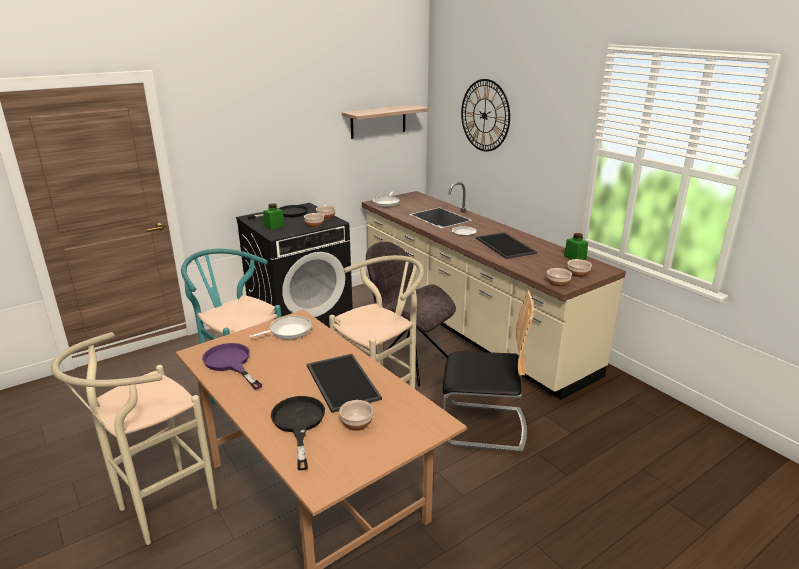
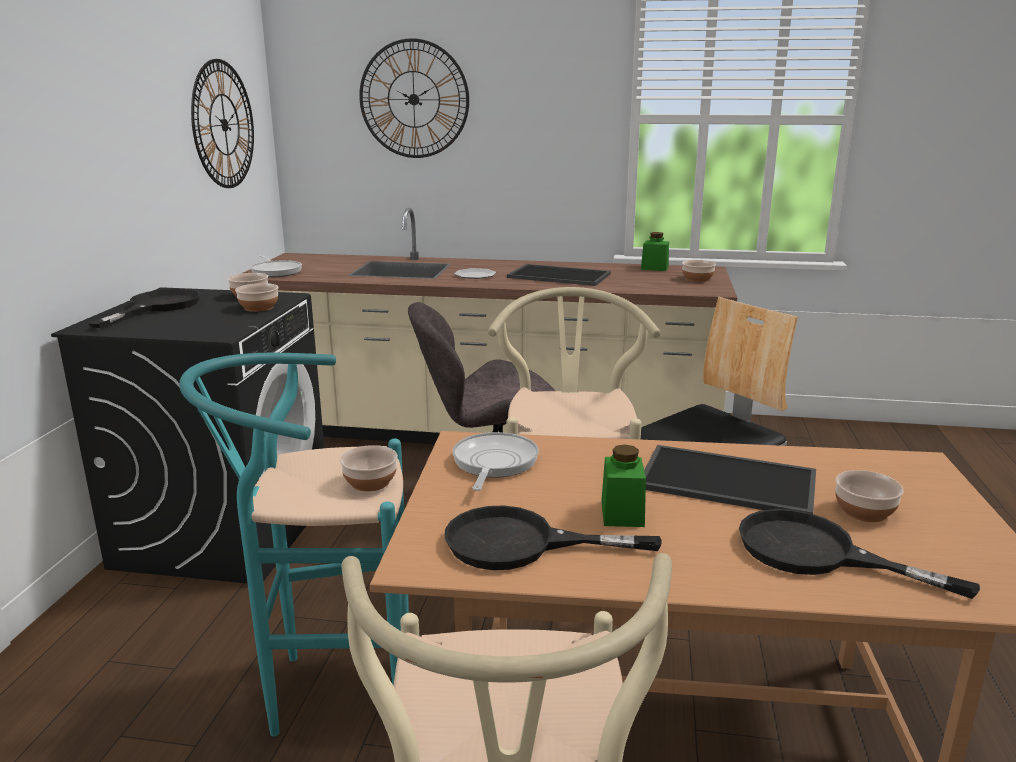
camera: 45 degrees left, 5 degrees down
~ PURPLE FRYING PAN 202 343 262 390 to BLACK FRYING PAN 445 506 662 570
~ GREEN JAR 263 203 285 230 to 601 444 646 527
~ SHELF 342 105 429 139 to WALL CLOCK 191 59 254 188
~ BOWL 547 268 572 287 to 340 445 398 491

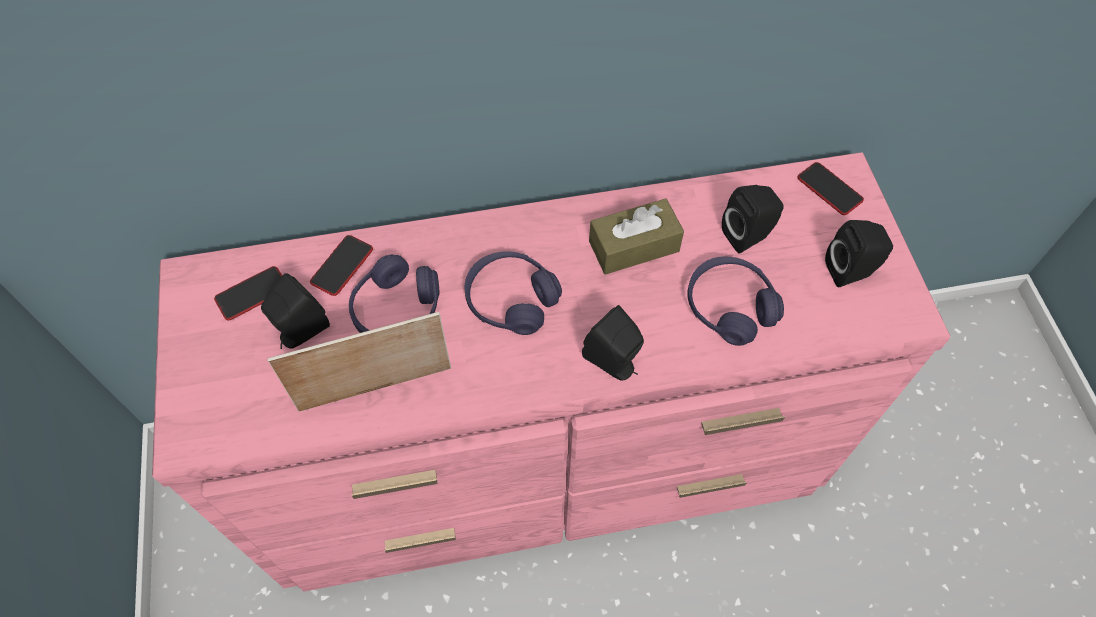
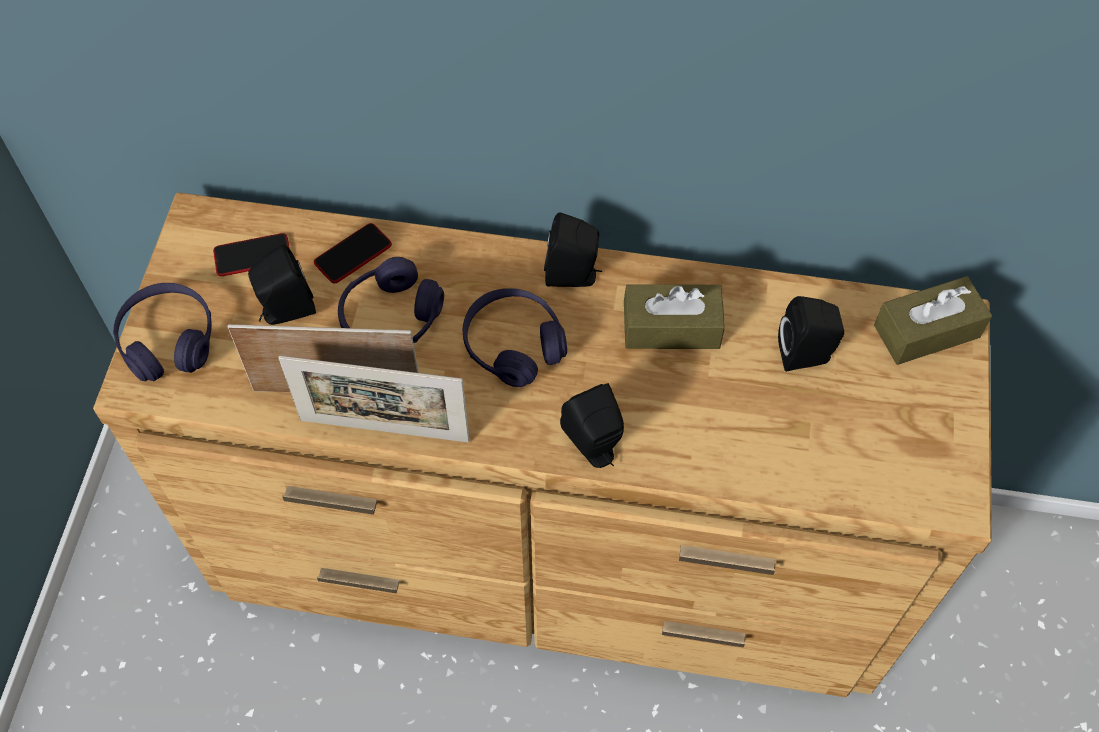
camera: 20 degrees right, 0 degrees up
~ PINK DRESSER 152 152 950 591 to BROWN DRESSER 93 193 992 697
~ PURPLE HEADPHONES 687 257 784 346 to 113 283 212 381
~ PHONE 798 162 864 215 to BROWN TISSUE BOX 874 276 992 365
~ BLACK SPEAKER 825 220 893 287 to 544 212 602 287
+ PICTURE FRAME 278 356 470 442

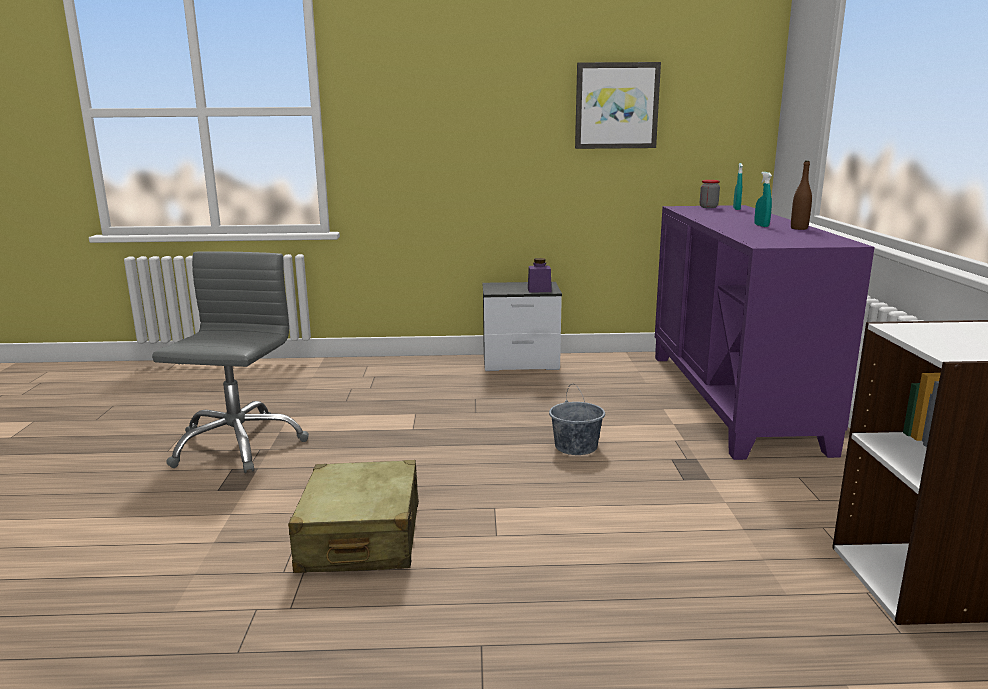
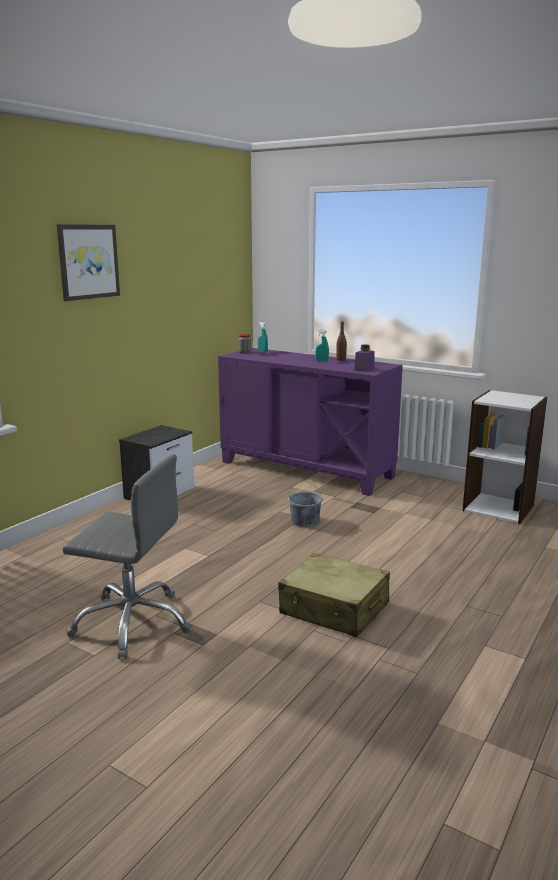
camera: 55 degrees left, 0 degrees up
~ GREY OFFICE CHAIR 152 251 309 473 = 63 454 191 659 150 degrees clockwise
~ PURPLE JAR 528 258 552 293 to 354 344 375 372
~ PICTURE 575 62 661 149 to 56 224 120 301

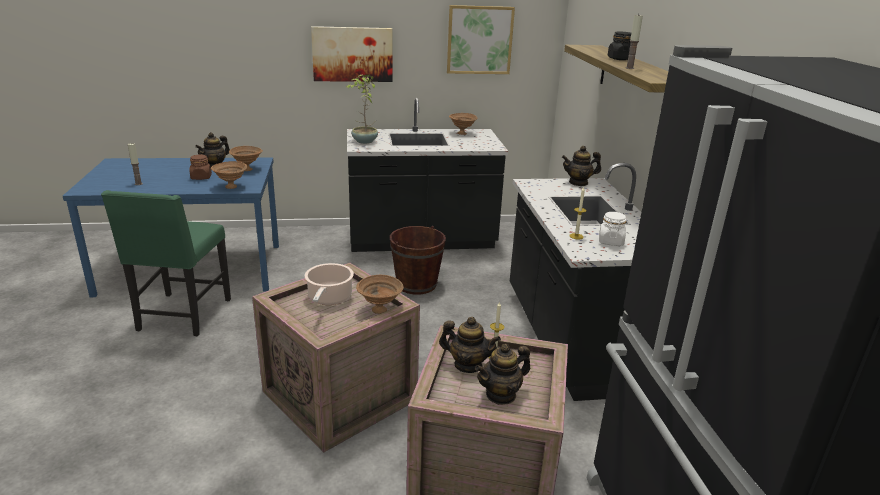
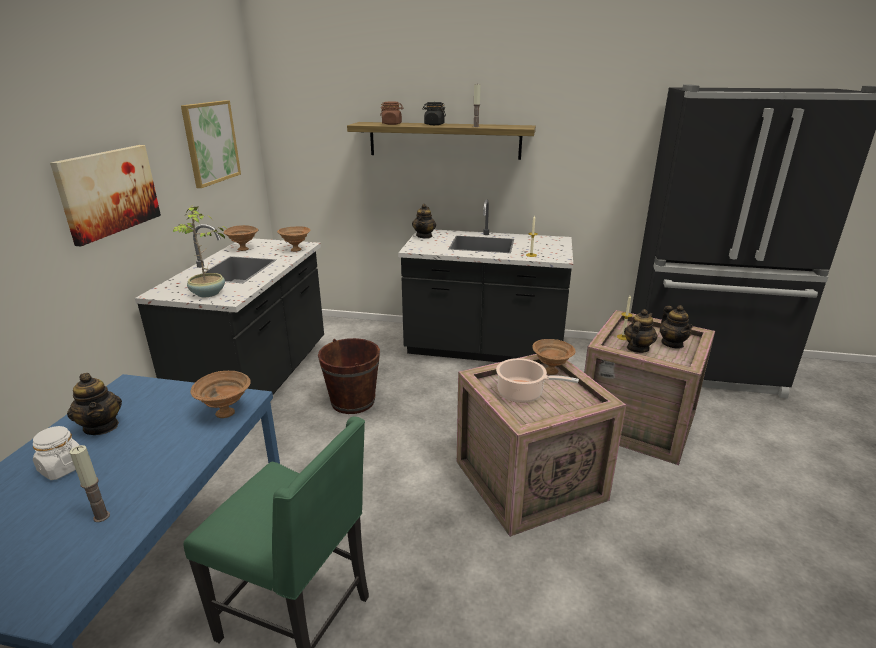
camera: 70 degrees left, 0 degrees up
~ BROWN JAR 190 154 212 180 to 380 102 403 125
~ BROWN BOWL 229 146 263 171 to 277 226 310 252
~ WHITE JAR 599 212 627 246 to 33 426 79 480

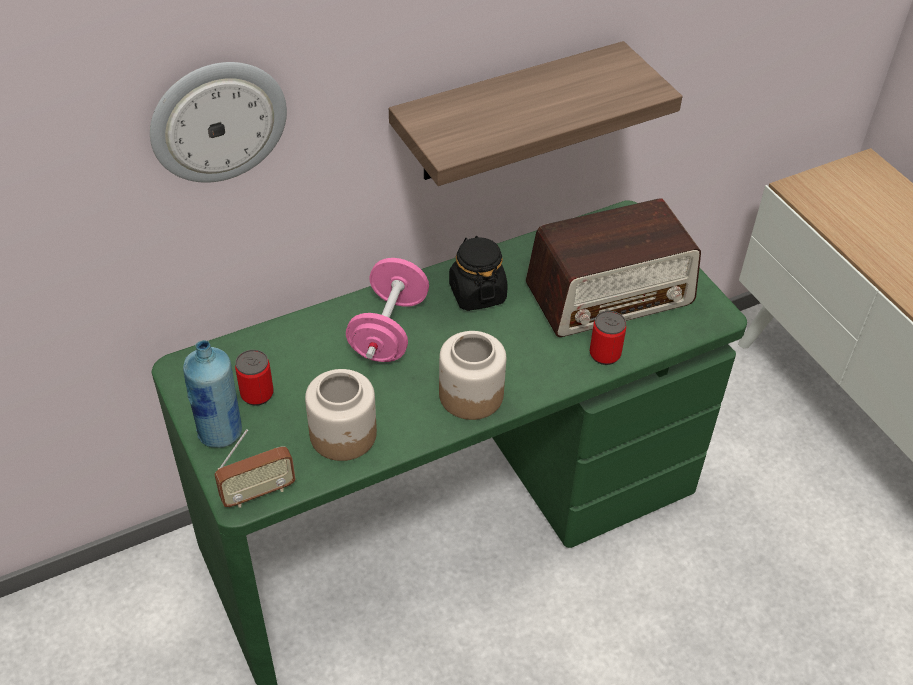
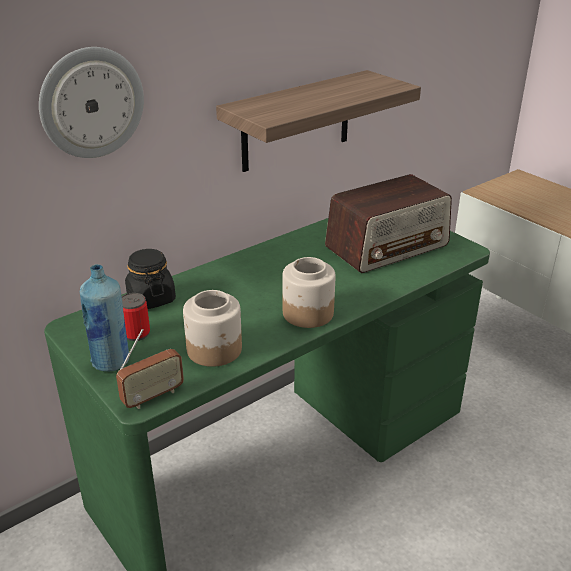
camera: 10 degrees left, 15 degrees down
- PINK DUMBBELL 346 258 429 362
~ BLACK JAR 449 236 508 311 to 125 249 176 309
- CAN 590 311 626 365

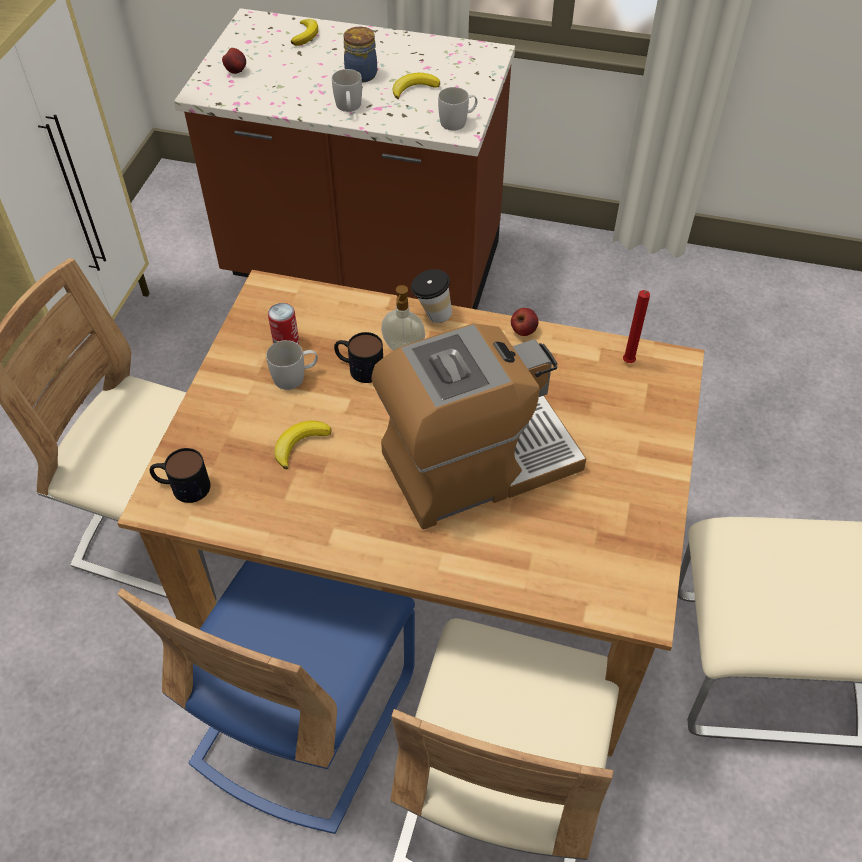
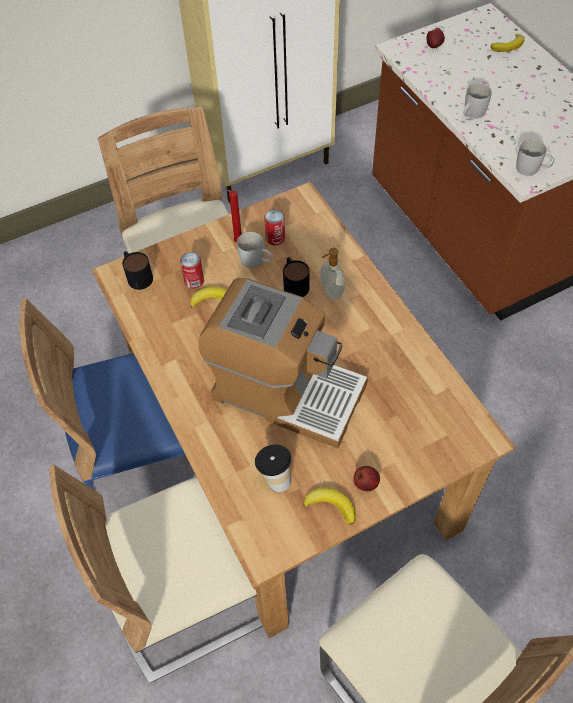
camera: 50 degrees right, 5 degrees up
- JAR 344 27 377 83
~ BANANA 393 73 440 99 to 303 488 356 525
~ CUP 411 269 452 323 to 255 445 291 492
~ APPLE 511 308 538 336 to 353 466 380 491
~ RED CANDLE 623 290 650 363 to 224 189 242 243
+ CAN 180 252 204 289

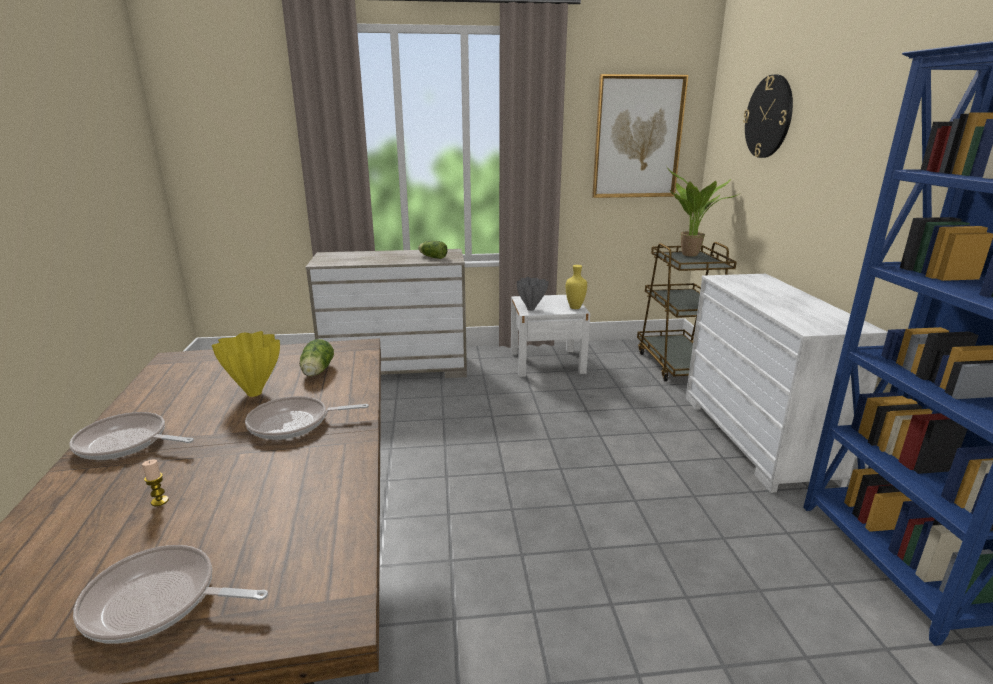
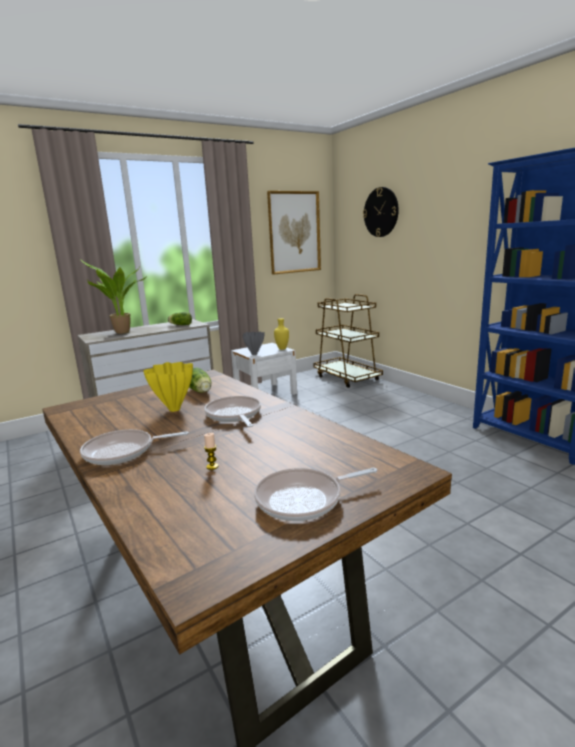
camera: 25 degrees left, 5 degrees down
~ FRYING PAN 245 396 369 440 = 204 396 261 427 105 degrees clockwise
~ POTTED PLANT 667 167 739 257 to 80 259 147 334
- WHITE DRESSER 686 274 888 493

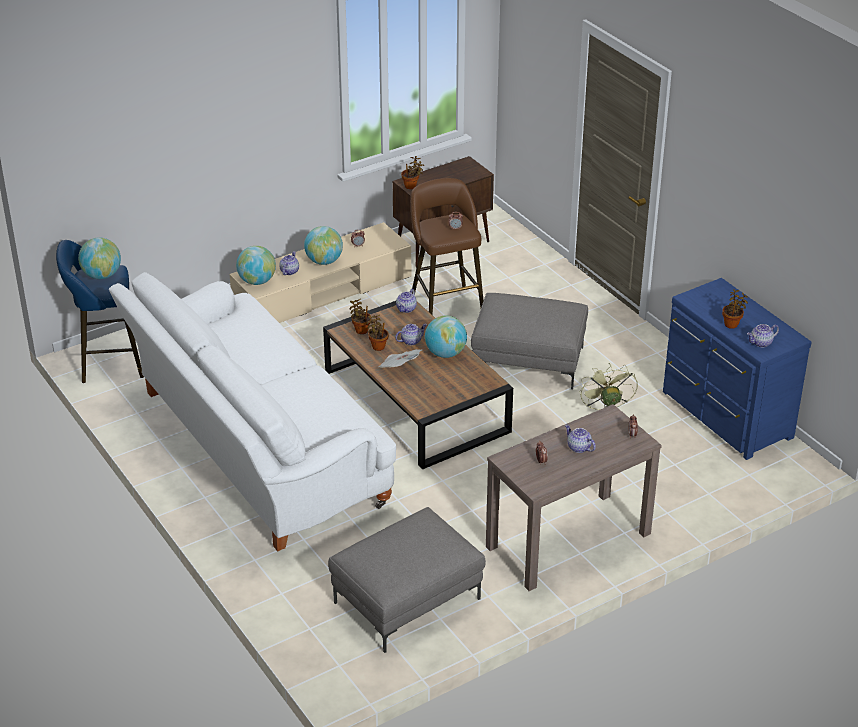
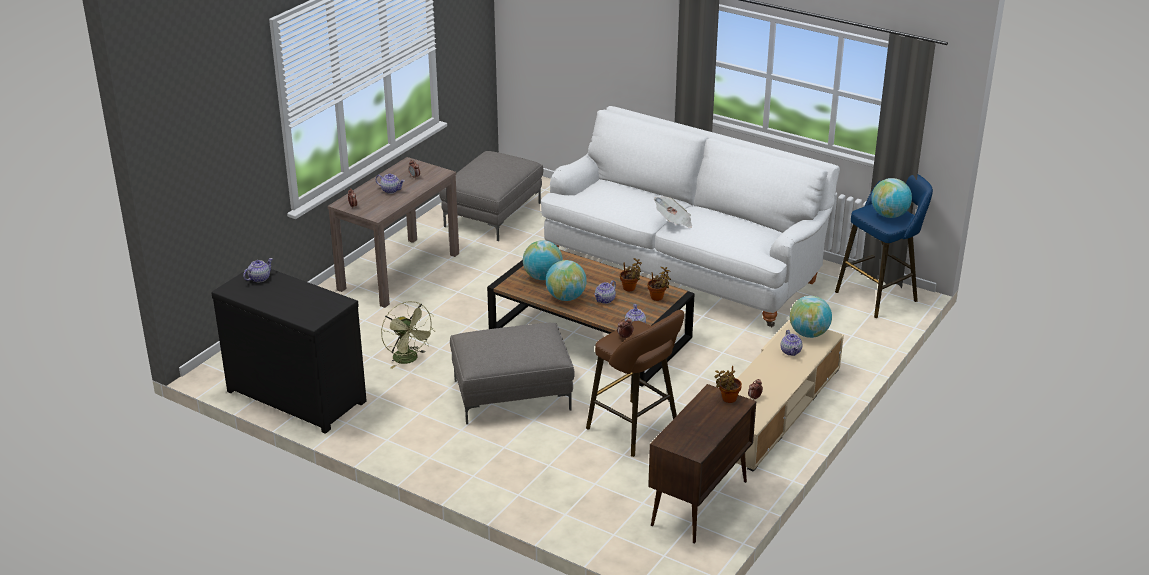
camera: 155 degrees right, 5 degrees down
~ GLOBE 304 226 343 265 to 523 240 563 280
~ NEWSPAPER 378 349 422 368 to 654 196 692 228
~ BLUE DRESSER 663 278 812 460 to BLACK DRESSER 211 269 367 434
- POTTED PLANT 722 289 749 329

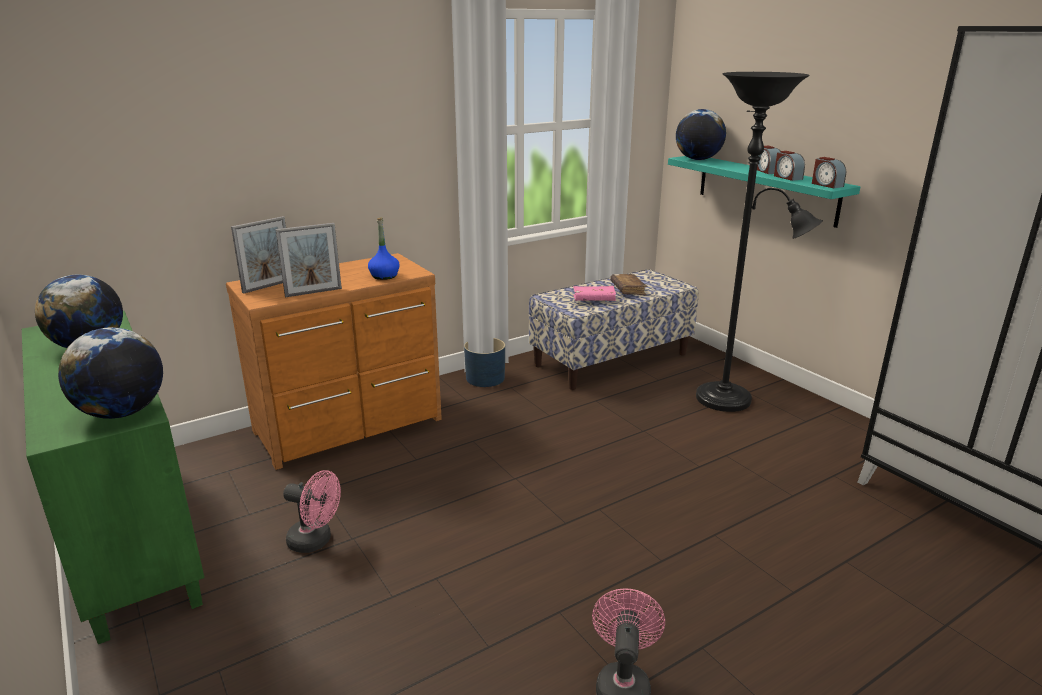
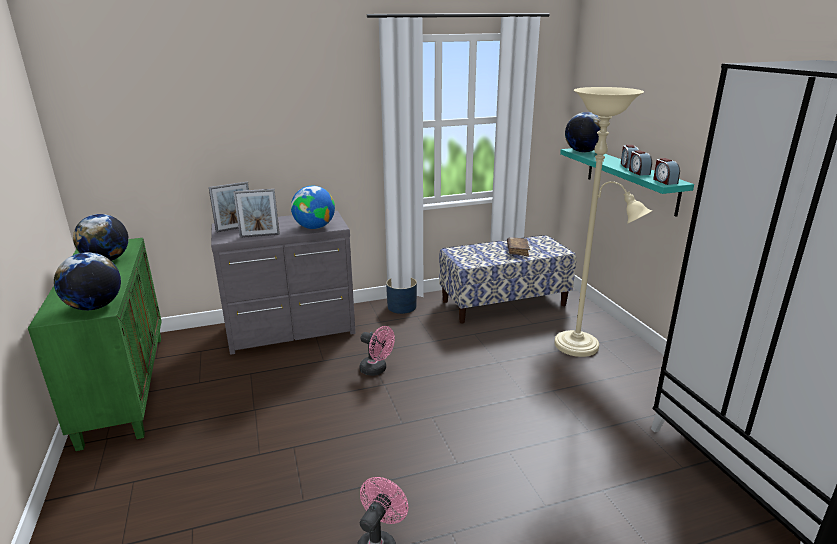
camera: 15 degrees right, 0 degrees up
~ BROWN DRESSER 226 253 442 470 to GREY DRESSER 211 211 356 355
~ PINK FAN 283 470 341 553 to 359 326 395 376
~ BLUE BOTTLE 368 217 400 280 to GLOBE 291 186 335 229
- PINK BOOK 573 286 616 301
~ BLACK FLOOR LAMP 696 72 823 412 to BEIGE FLOOR LAMP 554 87 653 357

